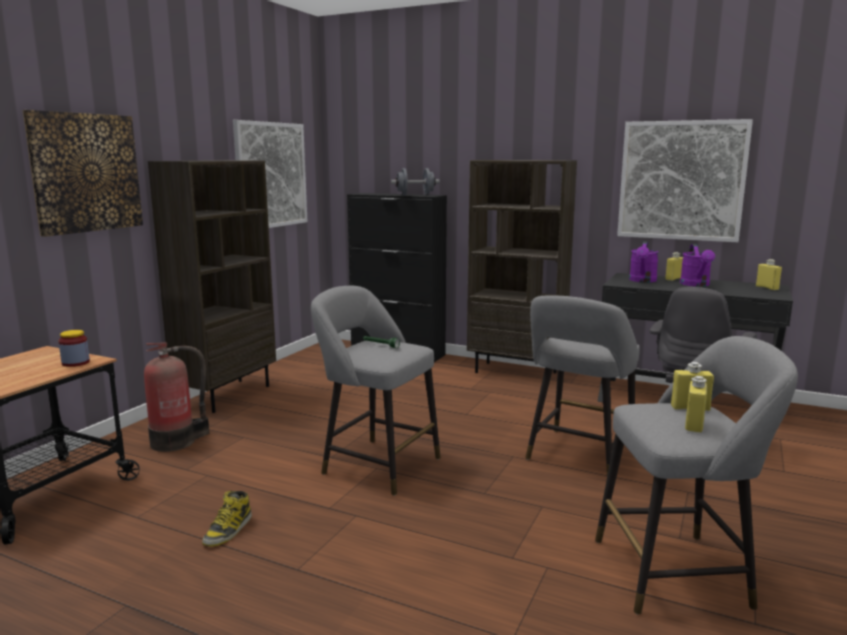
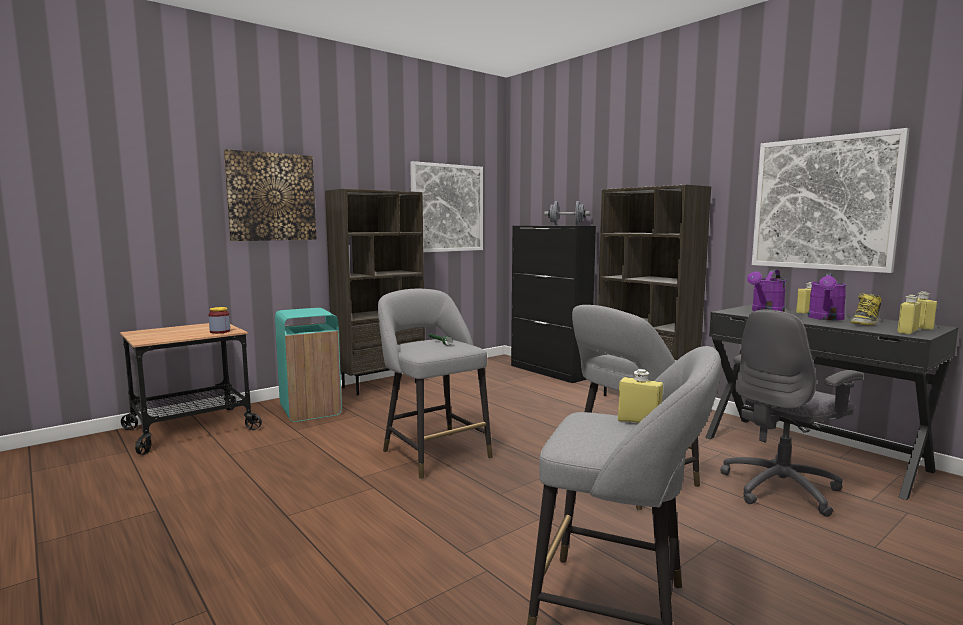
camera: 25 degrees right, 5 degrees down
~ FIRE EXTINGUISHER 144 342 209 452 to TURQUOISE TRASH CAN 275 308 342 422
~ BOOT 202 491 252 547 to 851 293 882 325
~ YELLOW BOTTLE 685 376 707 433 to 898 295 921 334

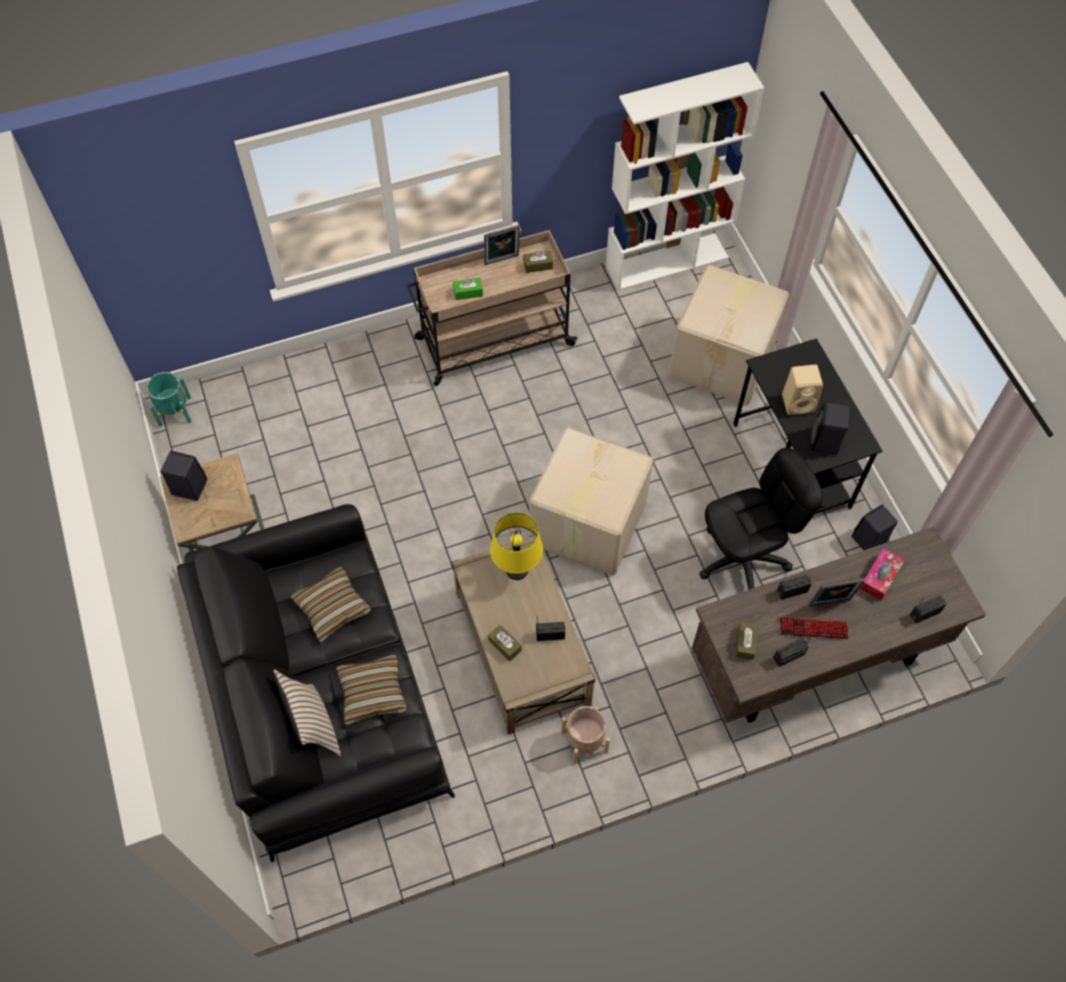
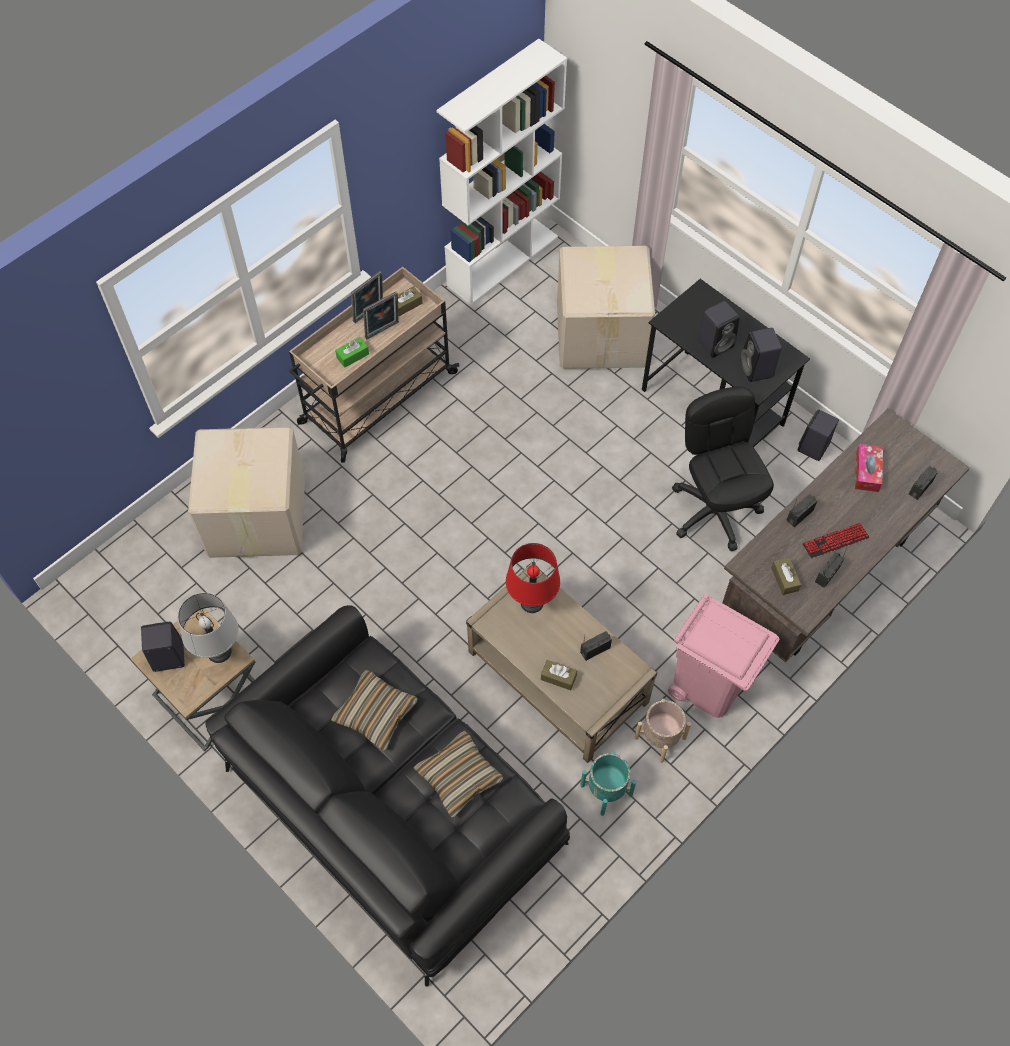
camera: 25 degrees left, 0 degrees up
~ TURQUOISE PLANTER 146 372 191 427 to 580 752 636 816
- BEIGE PILLOW 273 669 341 757
~ YELLOW TABLE LAMP 490 512 543 580 to RED TABLE LAMP 506 543 560 613
~ CARDBOARD BOX 529 427 653 576 to 188 427 305 558
~ BLACK OFFICE CHAIR 699 448 823 590 = 672 386 774 551 60 degrees counterclockwise
~ BEIGE SPEAKER 782 365 823 415 to BLACK SPEAKER 697 301 740 358
~ PICTURE FRAME 809 578 865 607 to 363 291 399 339
+ GREY TABLE LAMP 178 593 238 663
+ PINK TRASH CAN 668 594 779 718

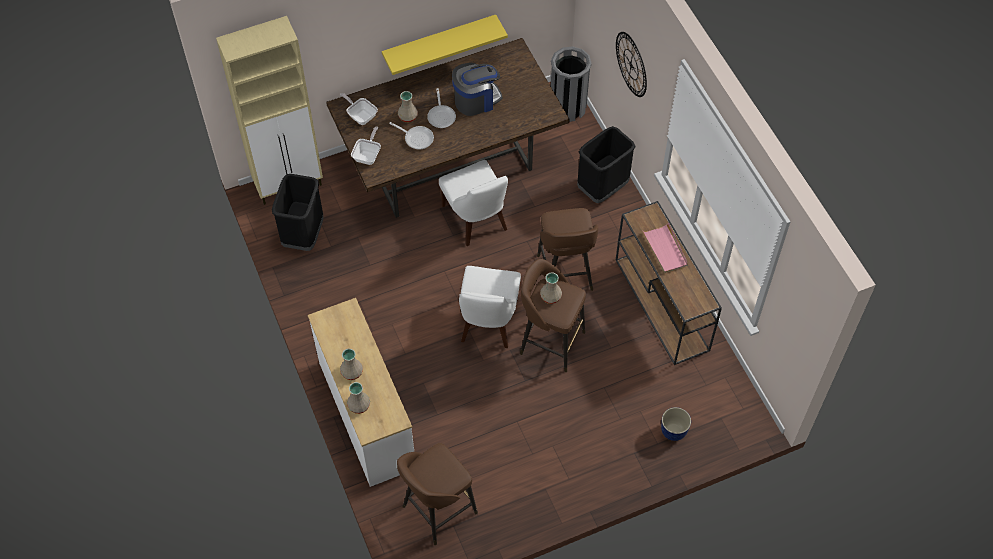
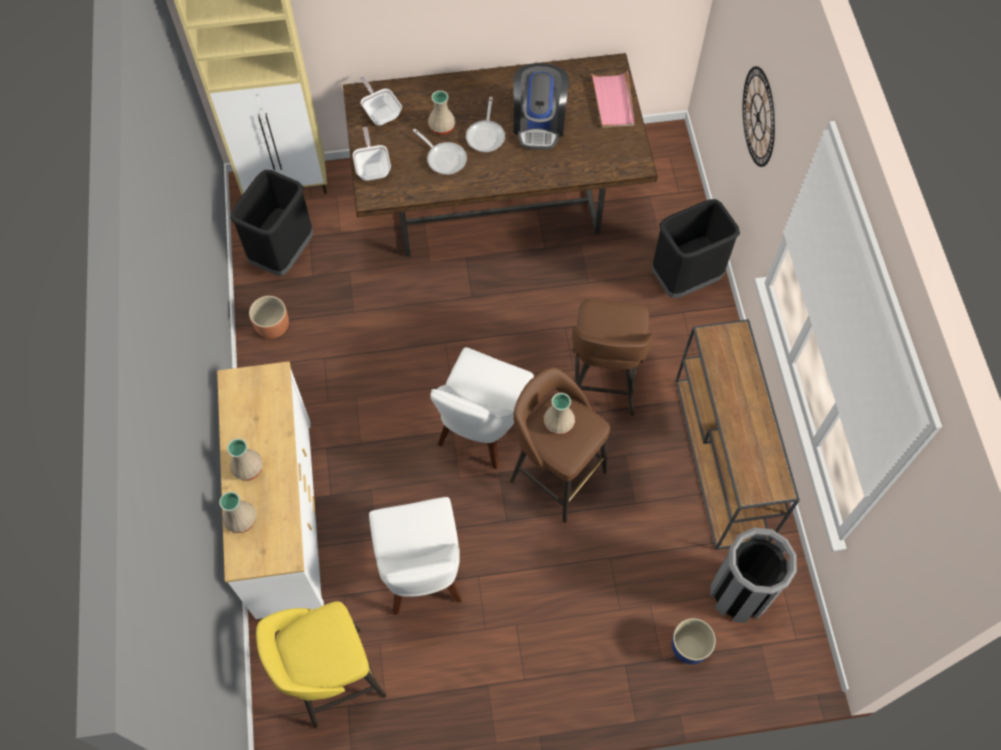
camera: 15 degrees right, 5 degrees up
~ FRYING PAN 351 127 381 165 = 353 127 391 181 45 degrees counterclockwise
- YELLOW SHELF 382 15 508 75
~ BROWN STOOL 397 443 478 545 to YELLOW STOOL 256 601 386 728
~ WHITE CHAIR 439 160 508 246 to 369 497 462 615
~ COFFEE MACHINE 452 63 502 116 = 513 63 569 150 105 degrees clockwise
~ GREY TRASH CAN 551 46 592 122 to 710 528 797 623
~ PINK TRAY 643 223 688 273 to 591 71 635 128
+ BROWN PLANTER 249 296 289 339

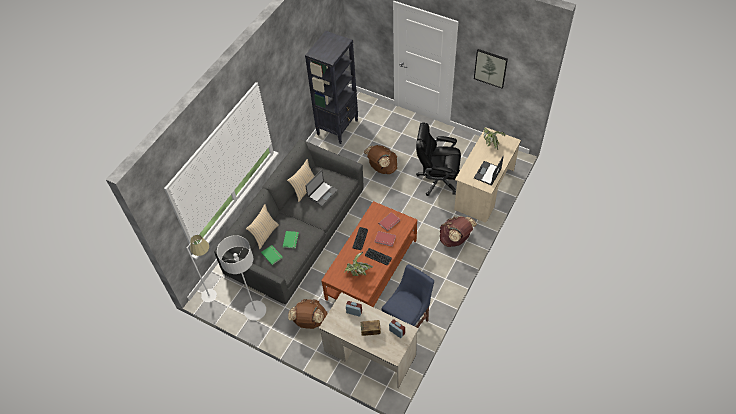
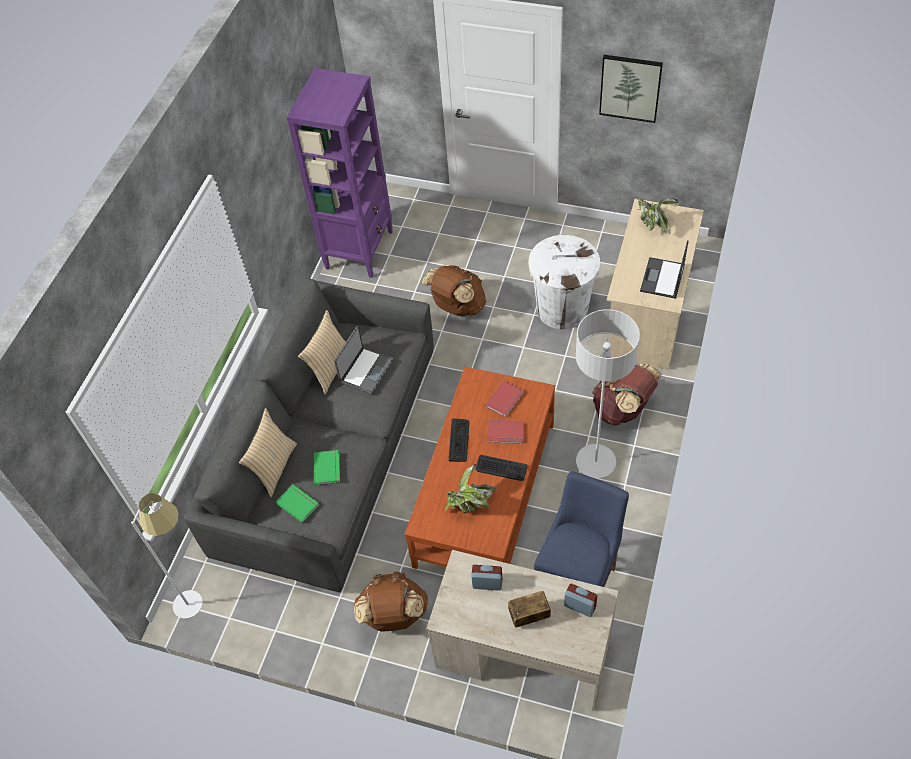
camera: 10 degrees left, 0 degrees up
~ GREY FLOOR LAMP 217 235 266 321 to 576 309 640 478
~ BLACK BOOKCASE 305 31 358 144 to PURPLE BOOKCASE 287 68 393 278
~ BLACK OFFICE CHAIR 416 122 461 196 to WHITE TRASH CAN 528 235 600 329

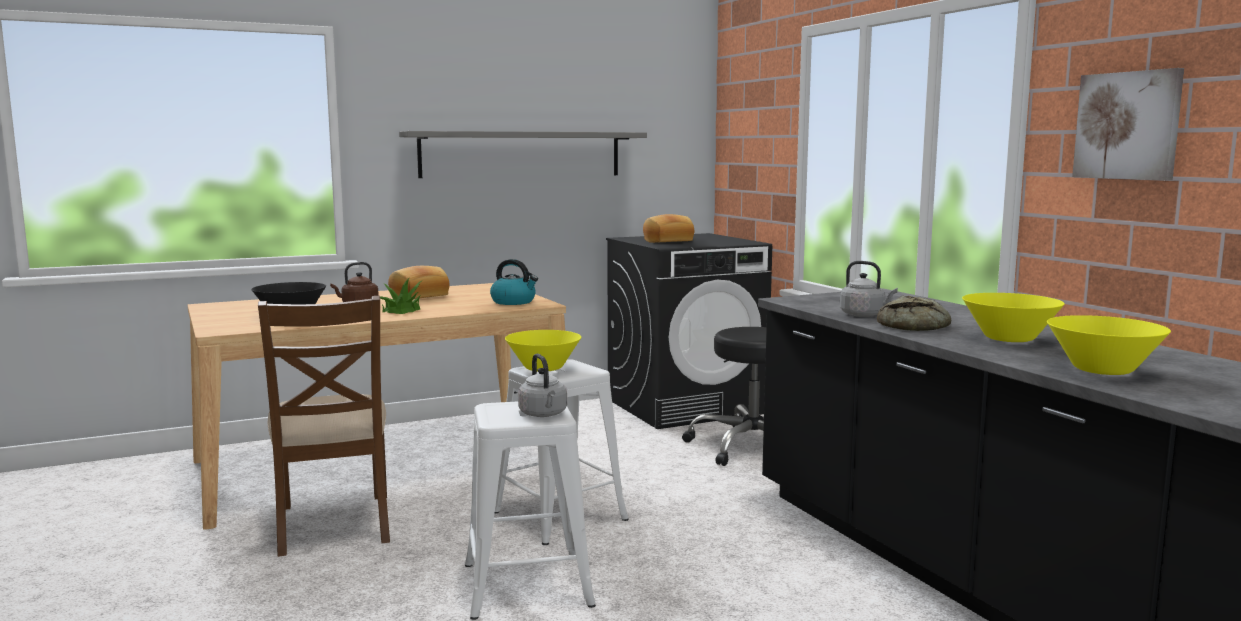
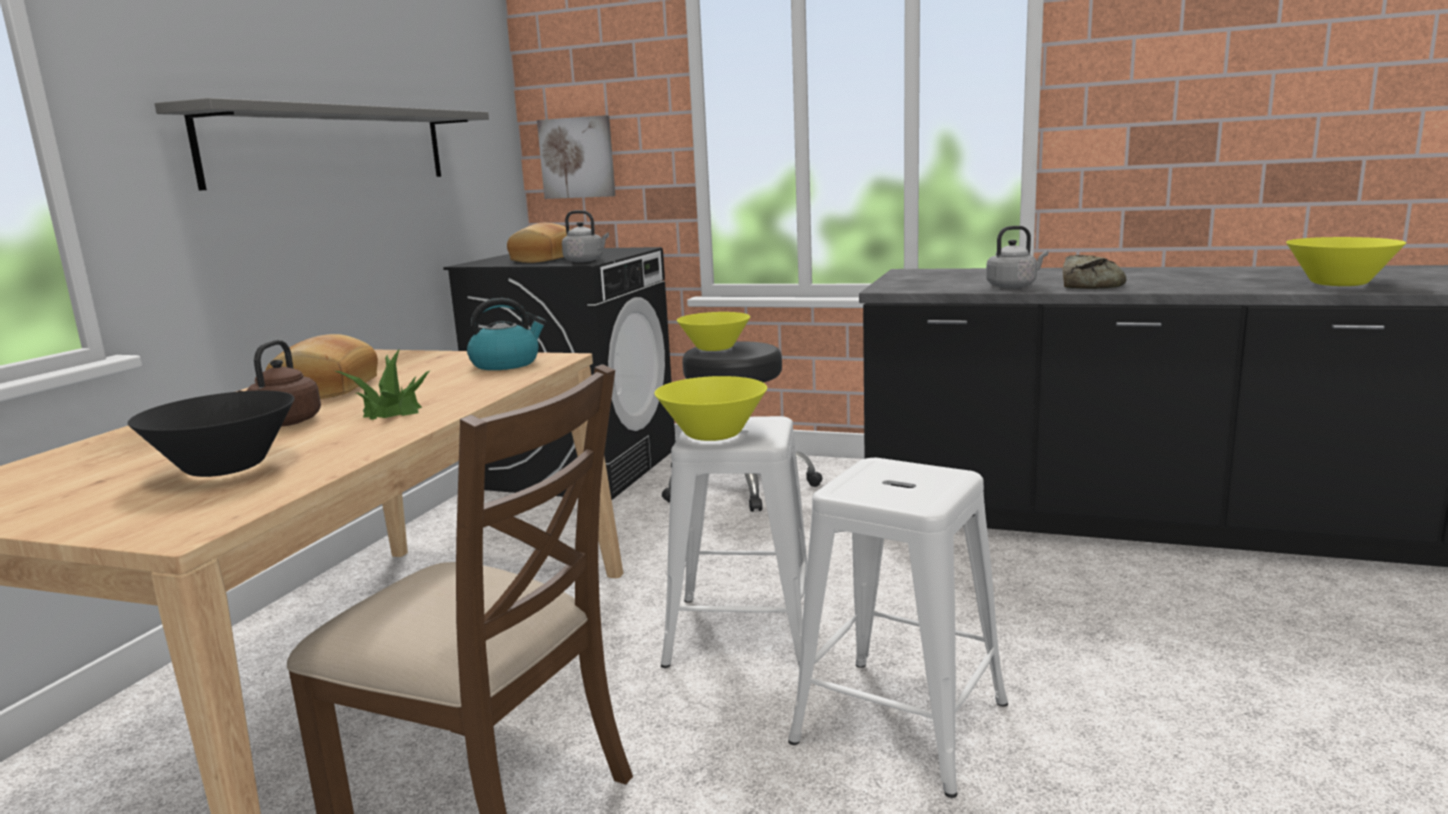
camera: 45 degrees left, 5 degrees up
~ GREY KETTLE 518 354 567 417 to 562 210 609 262
~ YELLOW BOWL 962 293 1065 342 to 677 312 750 351
~ PICTURE 1072 68 1184 180 to 537 115 615 199

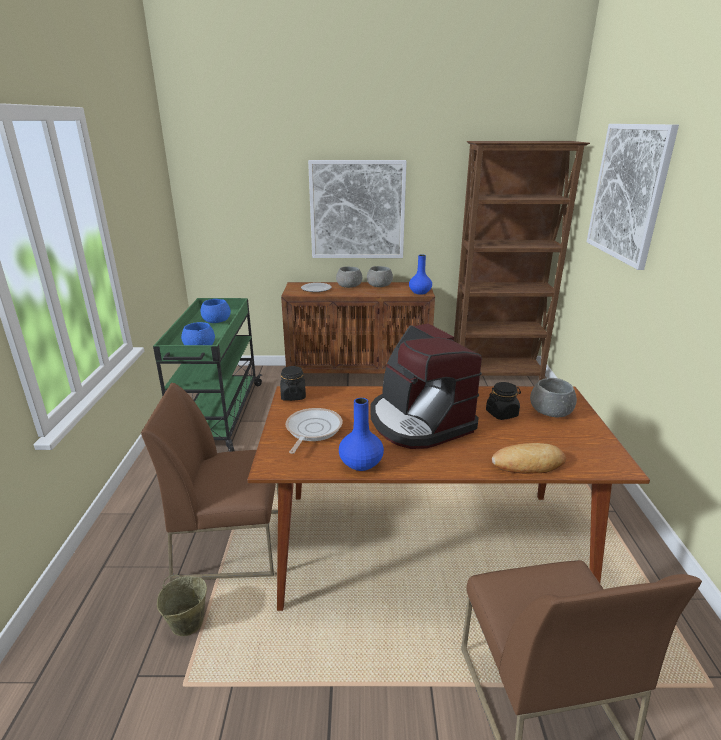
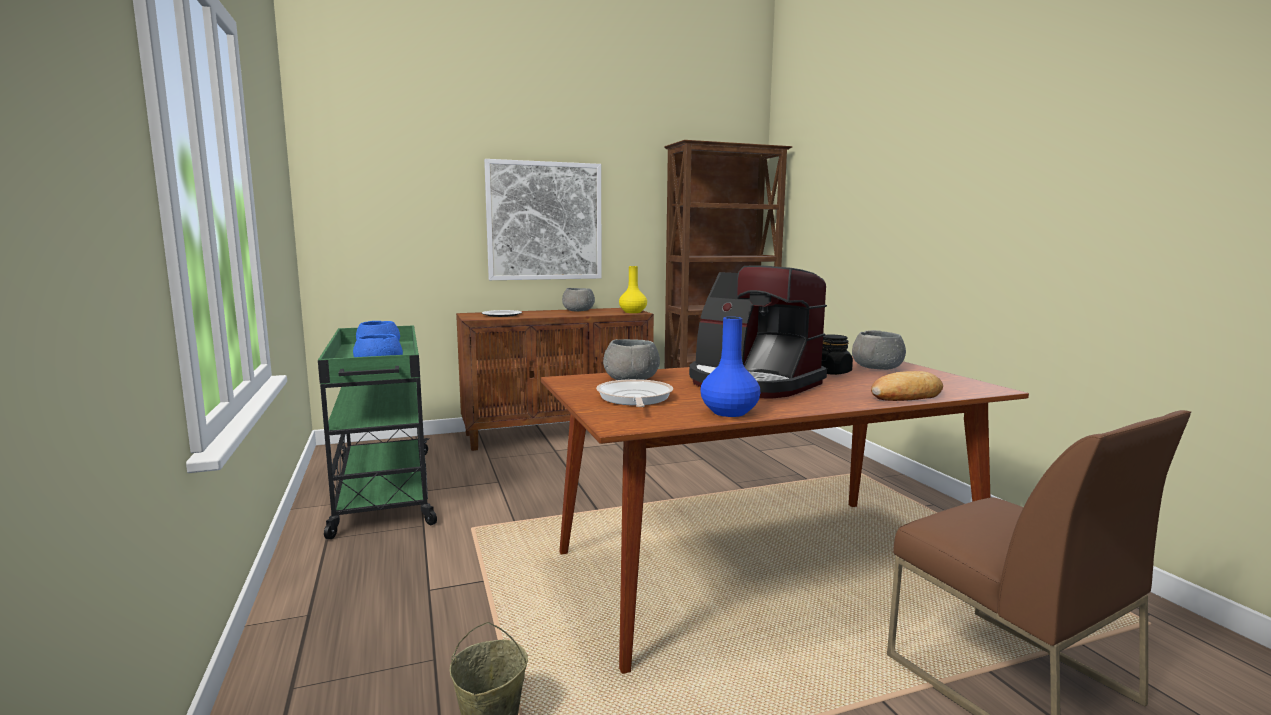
camera: 20 degrees left, 15 degrees down
- BROWN CHAIR 141 383 278 581
- BLACK JAR 280 366 306 401
~ GREY BOWL 336 267 362 288 to 603 339 660 380
~ BLUE VASE 409 254 432 295 to YELLOW VASE 619 266 647 313
- PICTURE 587 124 679 270

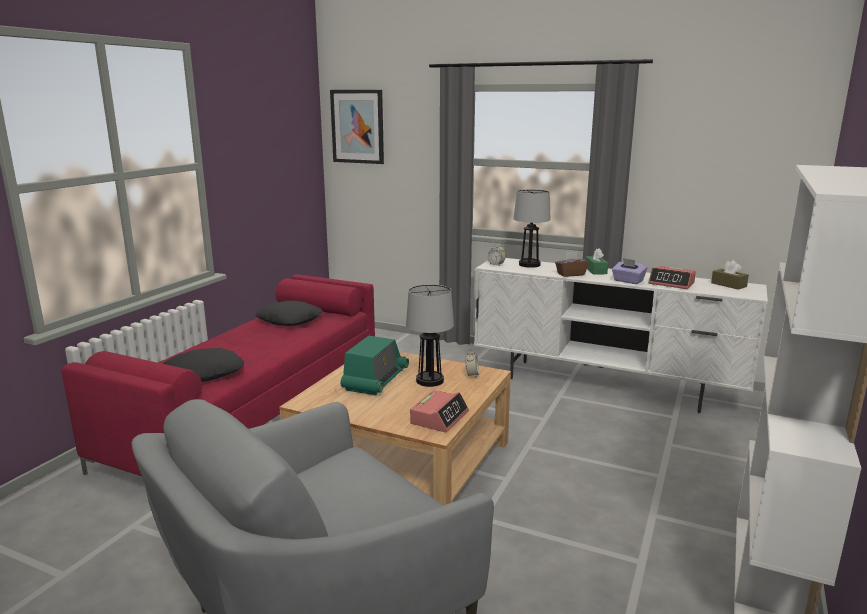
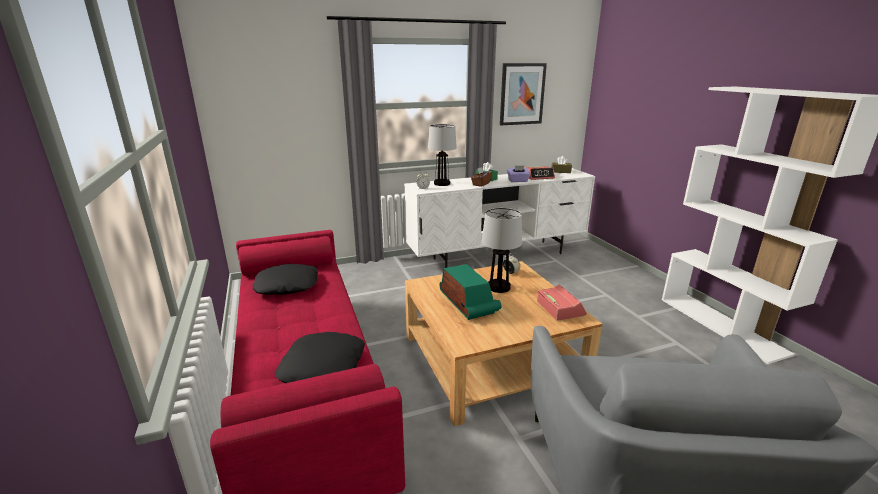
camera: 45 degrees left, 5 degrees up
~ PICTURE 330 90 384 164 to 500 63 547 125

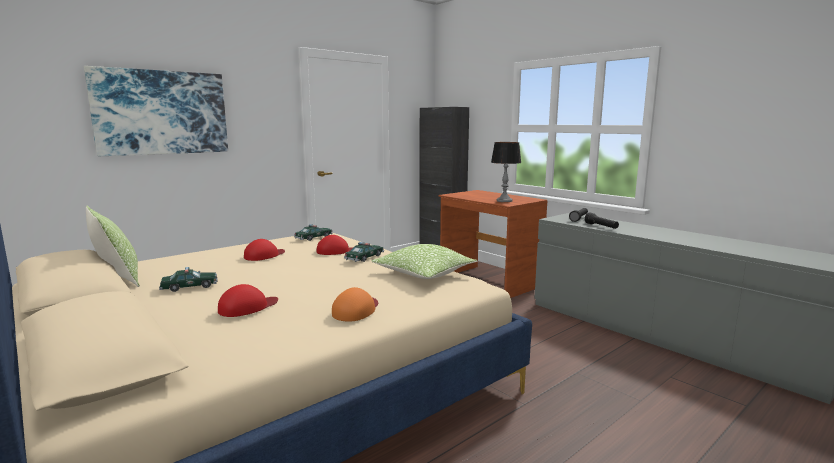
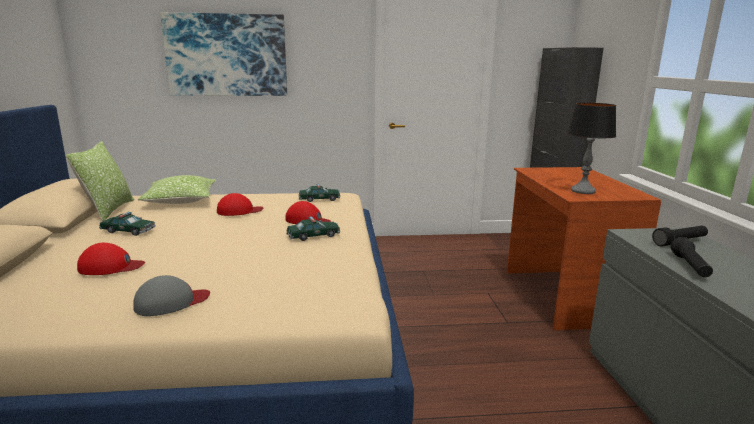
camera: 35 degrees right, 5 degrees up
~ ORANGE CAP 332 287 378 321 to GREY CAP 133 275 210 316
~ PILLOW 371 244 477 279 to 138 175 216 204

